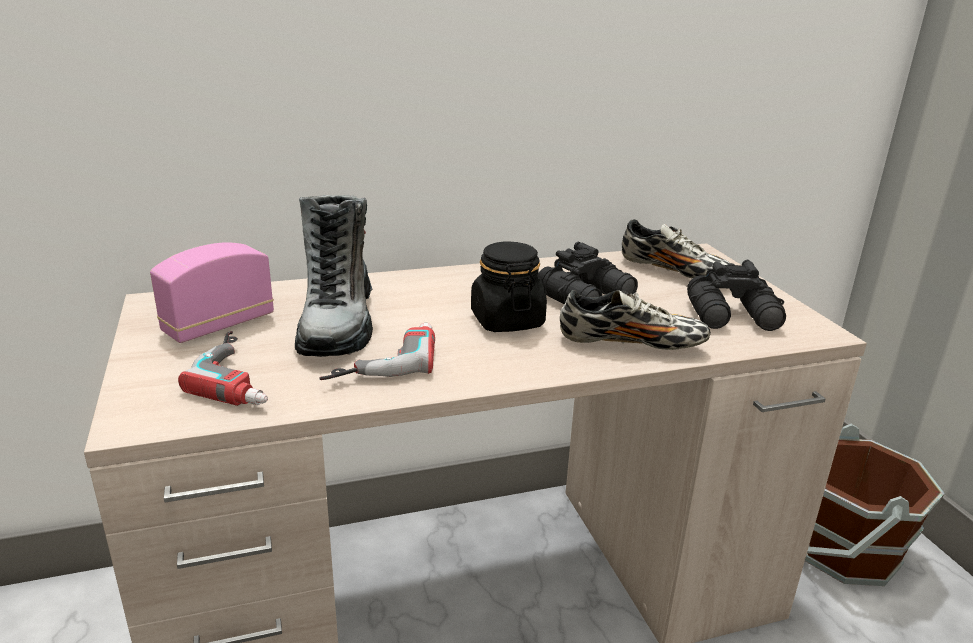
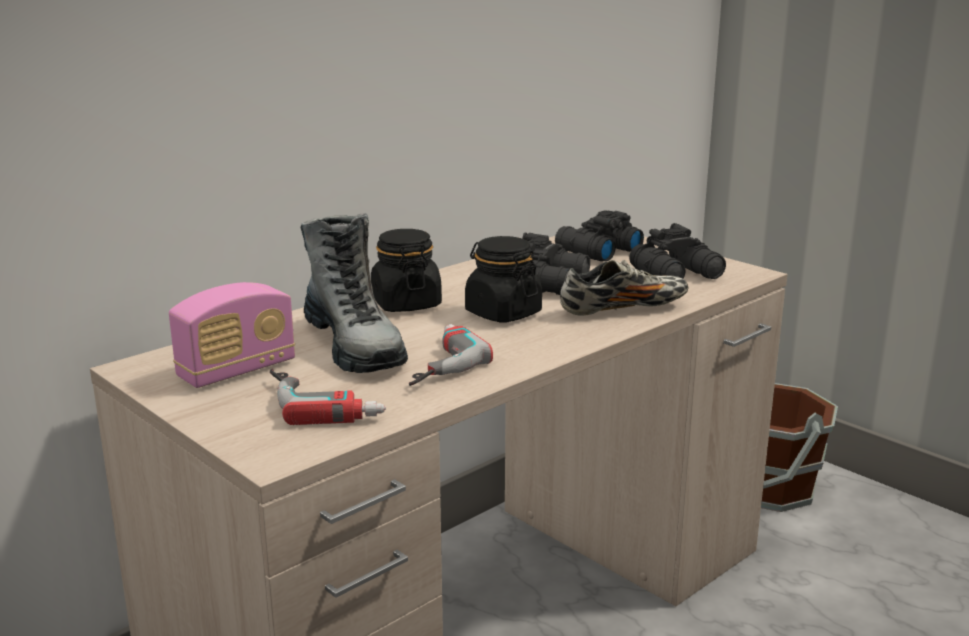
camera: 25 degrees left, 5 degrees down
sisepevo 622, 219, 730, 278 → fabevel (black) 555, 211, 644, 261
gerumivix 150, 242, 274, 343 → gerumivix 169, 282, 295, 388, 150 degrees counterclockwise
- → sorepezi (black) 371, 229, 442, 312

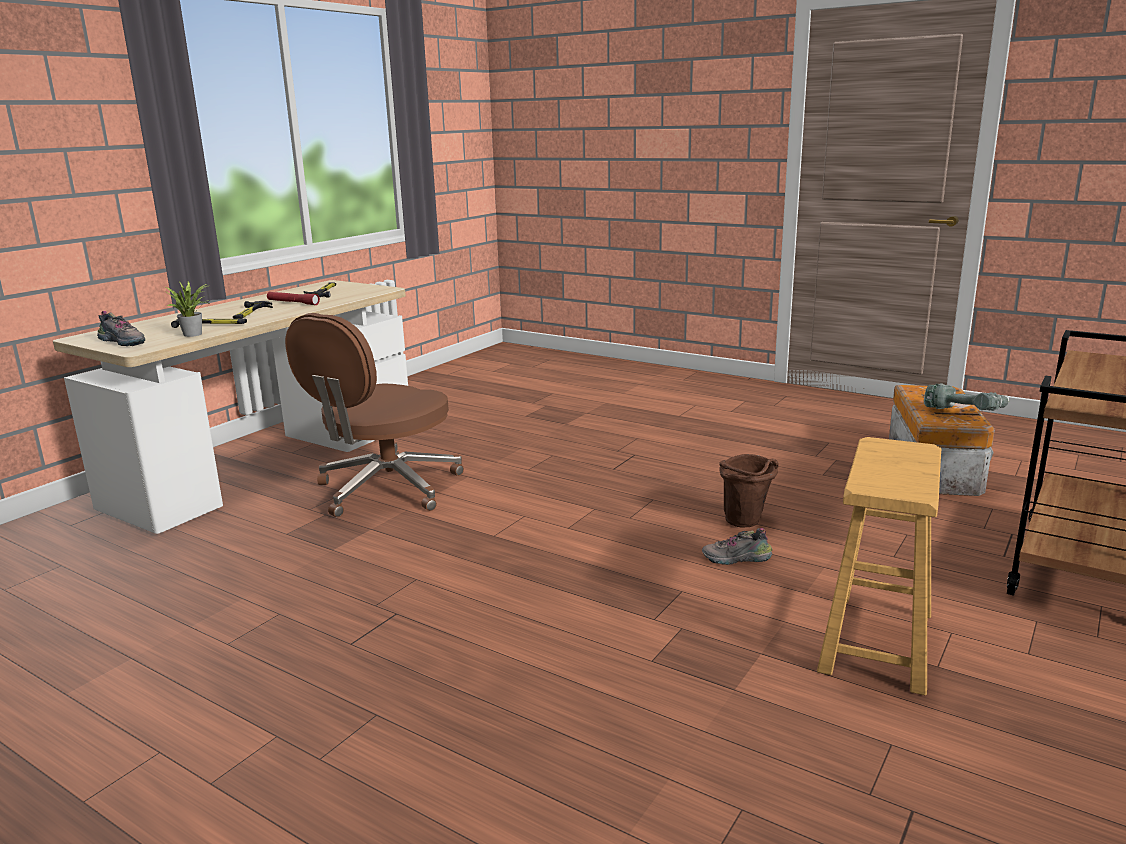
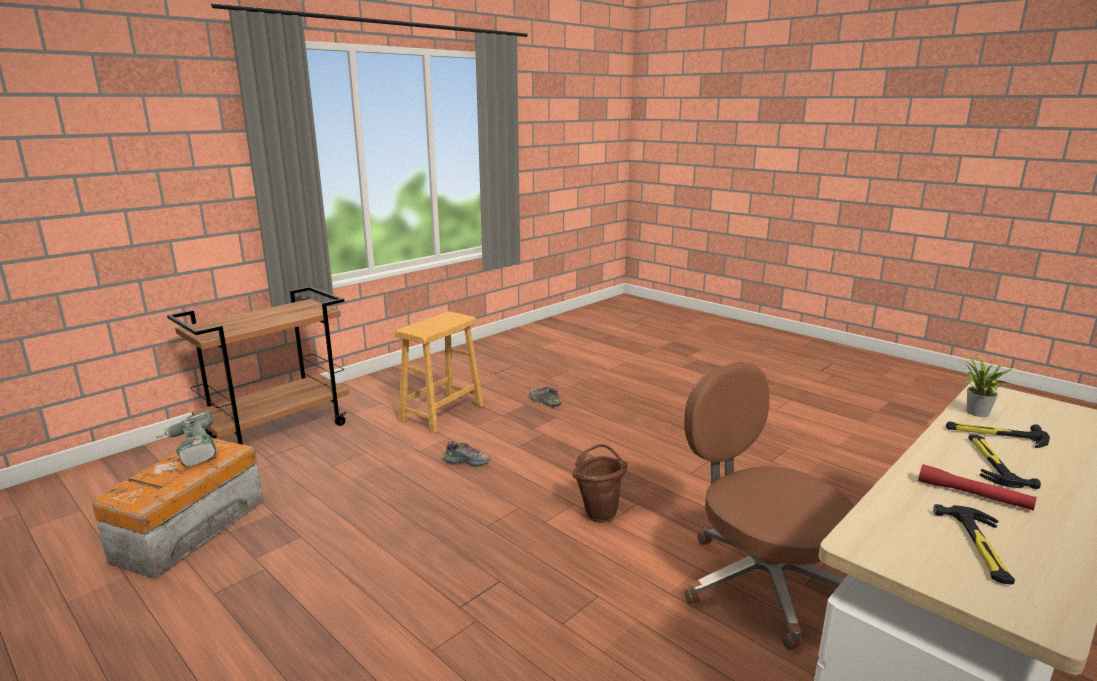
camera: 170 degrees left, 0 degrees up
sisepevo 97, 311, 146, 346 → sisepevo 529, 387, 562, 407, relocated
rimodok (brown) 285, 313, 464, 517 → rimodok (brown) 685, 362, 854, 650, 75 degrees counterclockwise
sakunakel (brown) 719, 454, 779, 527 → sakunakel (brown) 572, 444, 628, 523, relocated

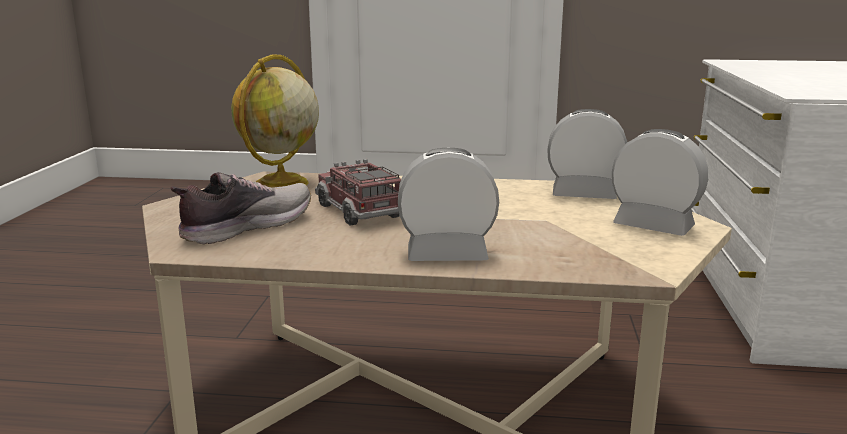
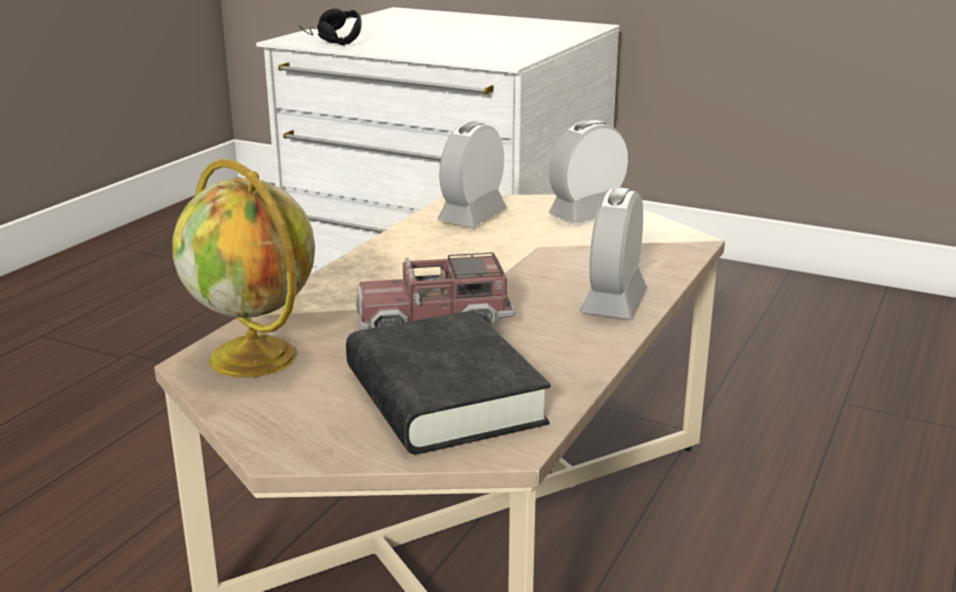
camera: 70 degrees left, 5 degrees up
sisepevo 170, 172, 311, 244 → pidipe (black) 346, 310, 551, 455
- → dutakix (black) 300, 9, 361, 46

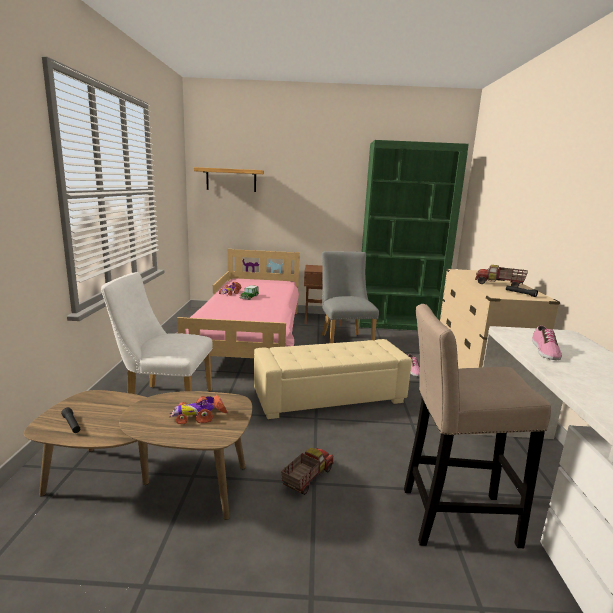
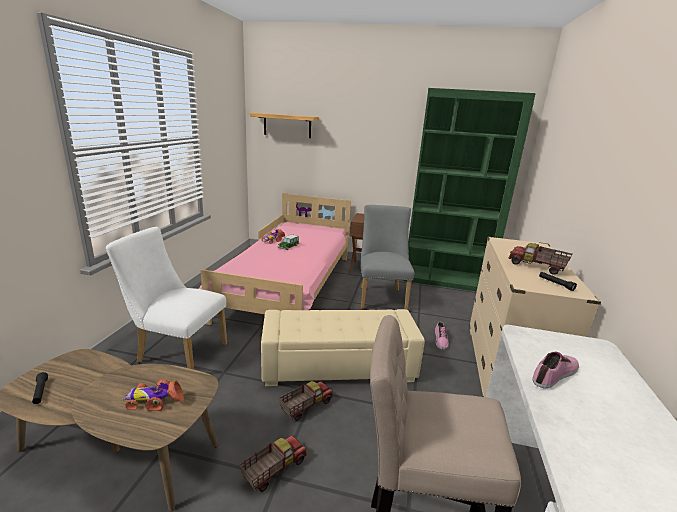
camera: 10 degrees right, 5 degrees up
sisepevo 532, 325, 562, 360 → sisepevo 532, 351, 579, 389, 150 degrees counterclockwise
- → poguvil 279, 381, 333, 421

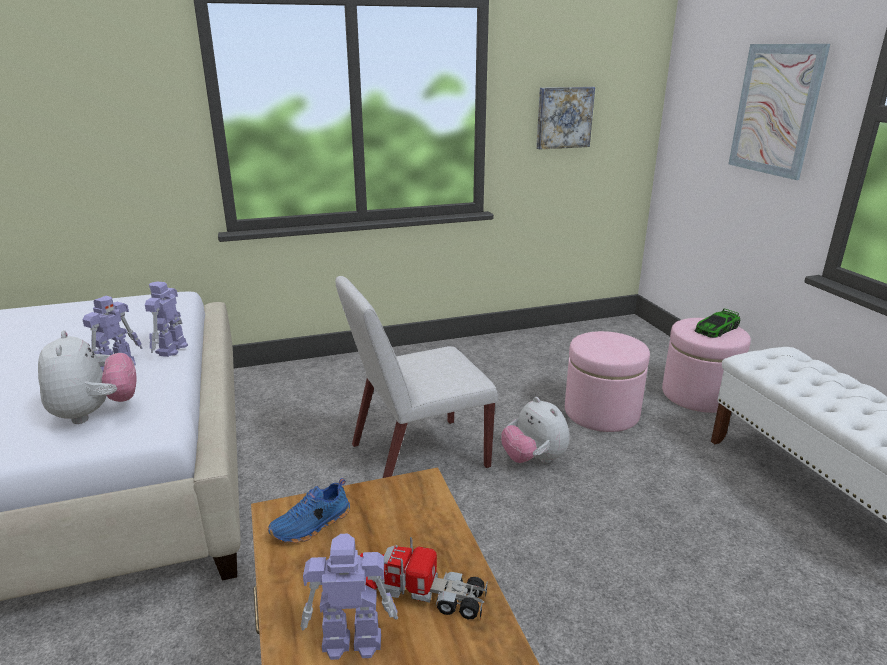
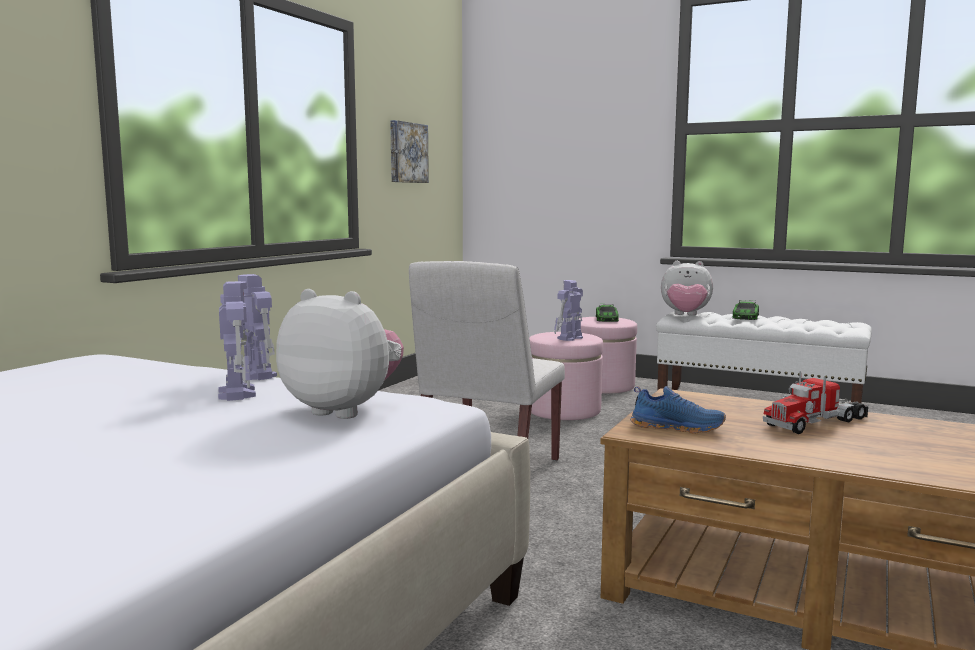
camera: 45 degrees left, 15 degrees down
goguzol 729, 44, 830, 180 → -
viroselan 501, 397, 569, 463 → viroselan 661, 261, 713, 315, relocated
sisepevo (blue) 268, 478, 350, 543 → sisepevo (blue) 630, 386, 726, 433, 75 degrees counterclockwise
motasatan 300, 534, 398, 660 → motasatan 554, 280, 583, 341, relocated
- → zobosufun 732, 300, 759, 320

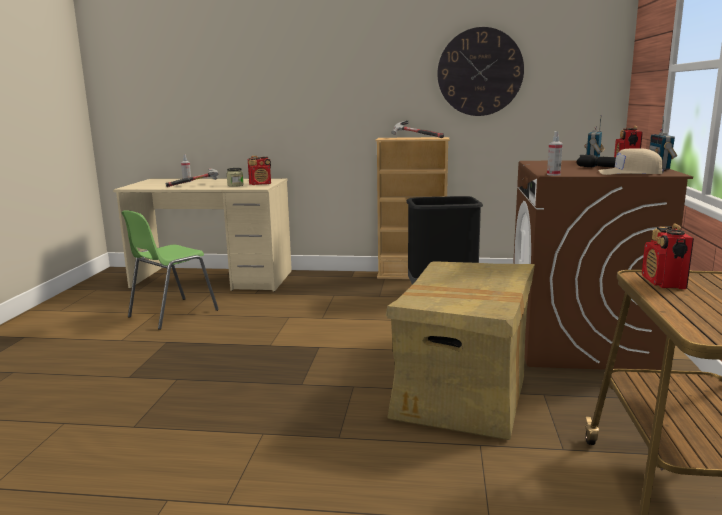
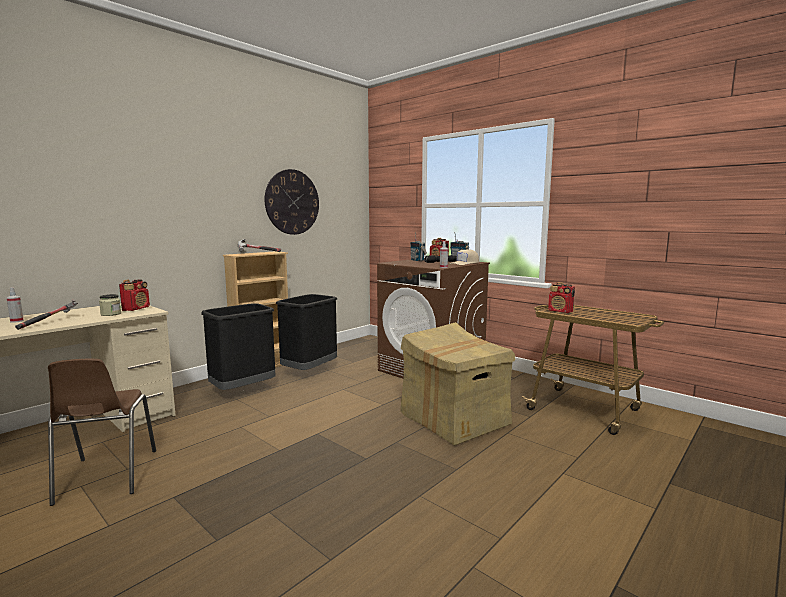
camera: 55 degrees left, 5 degrees down
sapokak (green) 121, 210, 219, 330 → sapokak (brown) 48, 359, 156, 506
- → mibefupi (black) 201, 303, 276, 390

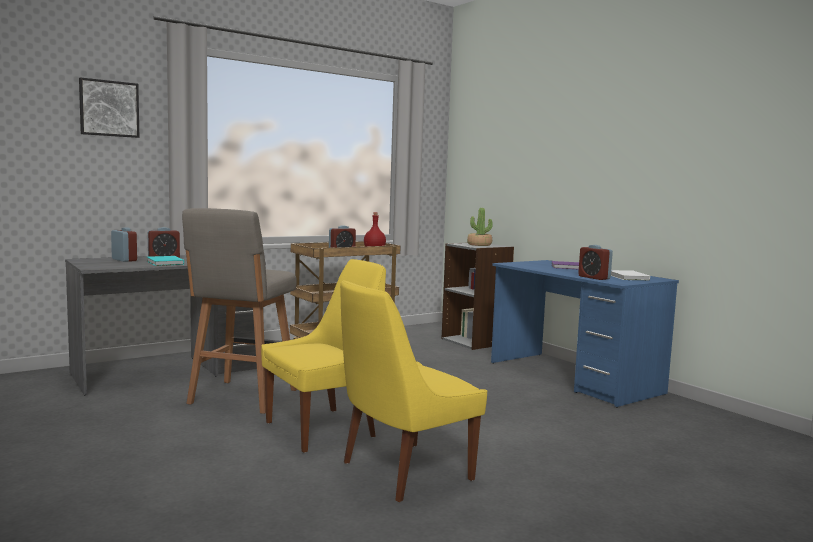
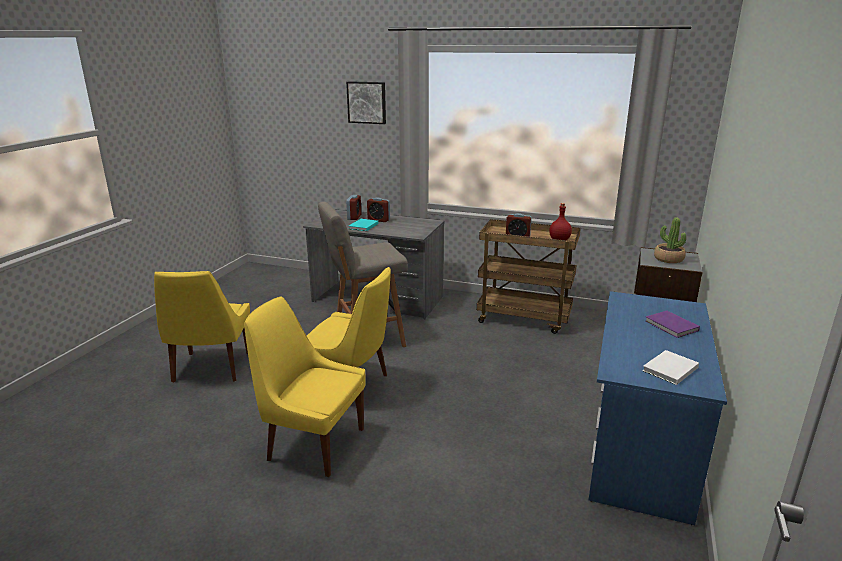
camera: 55 degrees right, 15 degrees up
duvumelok 578, 245, 613, 280 → -
- → sapokak (yellow) 154, 271, 250, 382

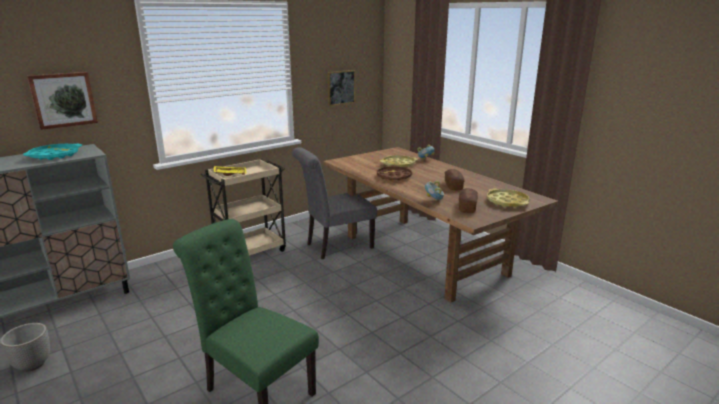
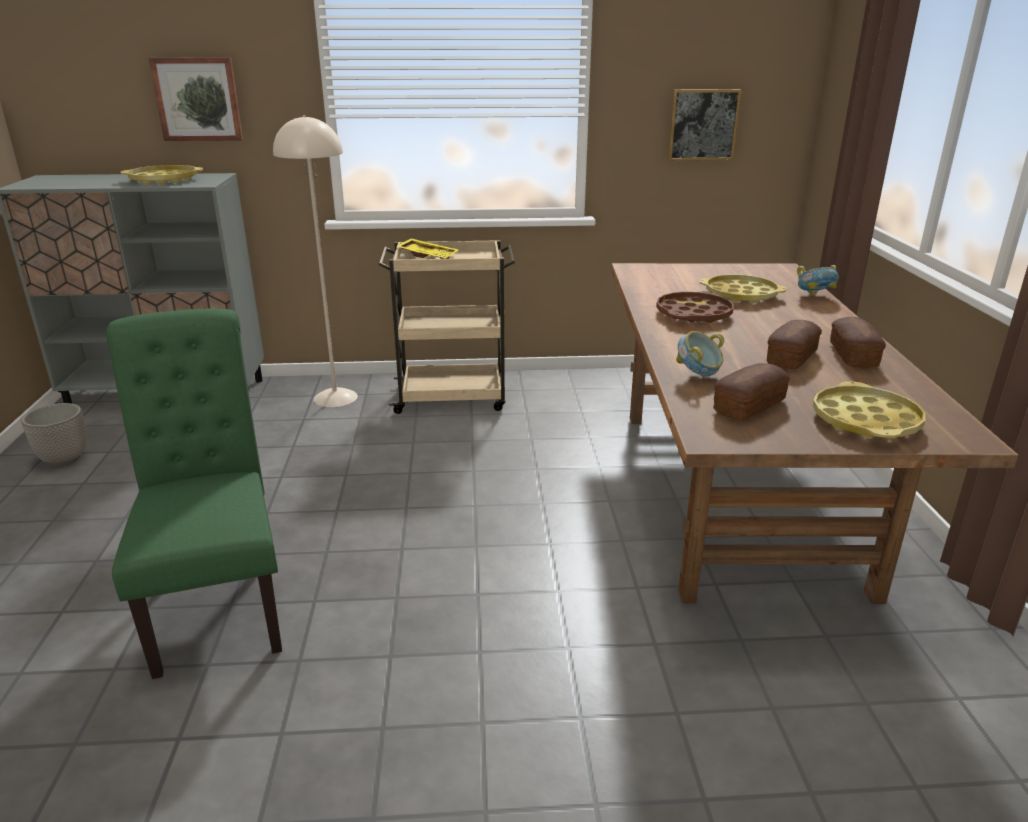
camera: 35 degrees right, 5 degrees up
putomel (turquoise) 23, 144, 82, 160 → putomel (yellow) 120, 165, 203, 184
sapokak (grey) 292, 147, 377, 259 → -
- → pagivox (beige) 273, 115, 358, 407
- → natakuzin 830, 317, 886, 368

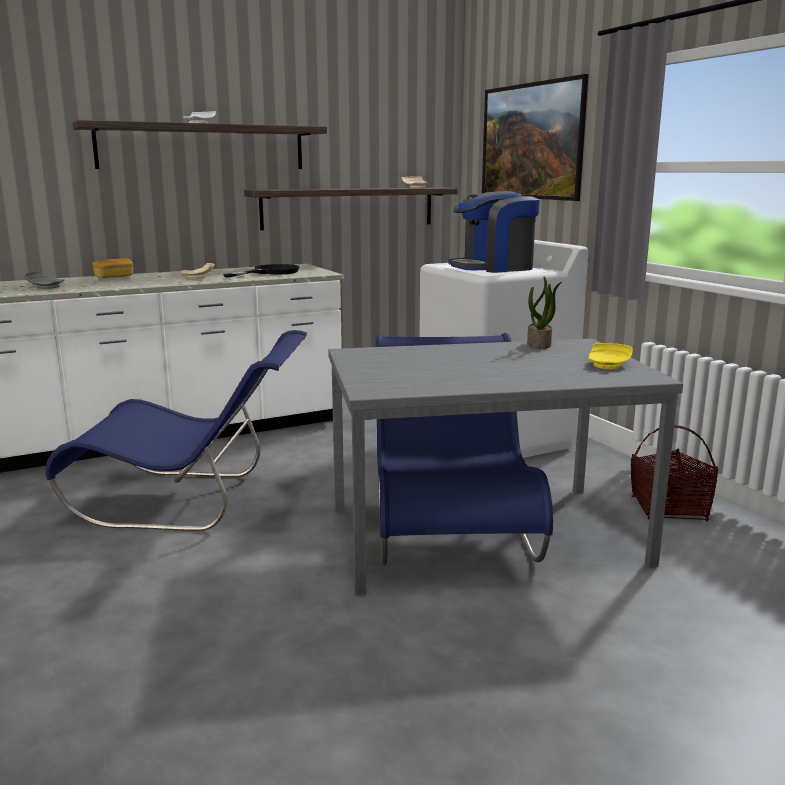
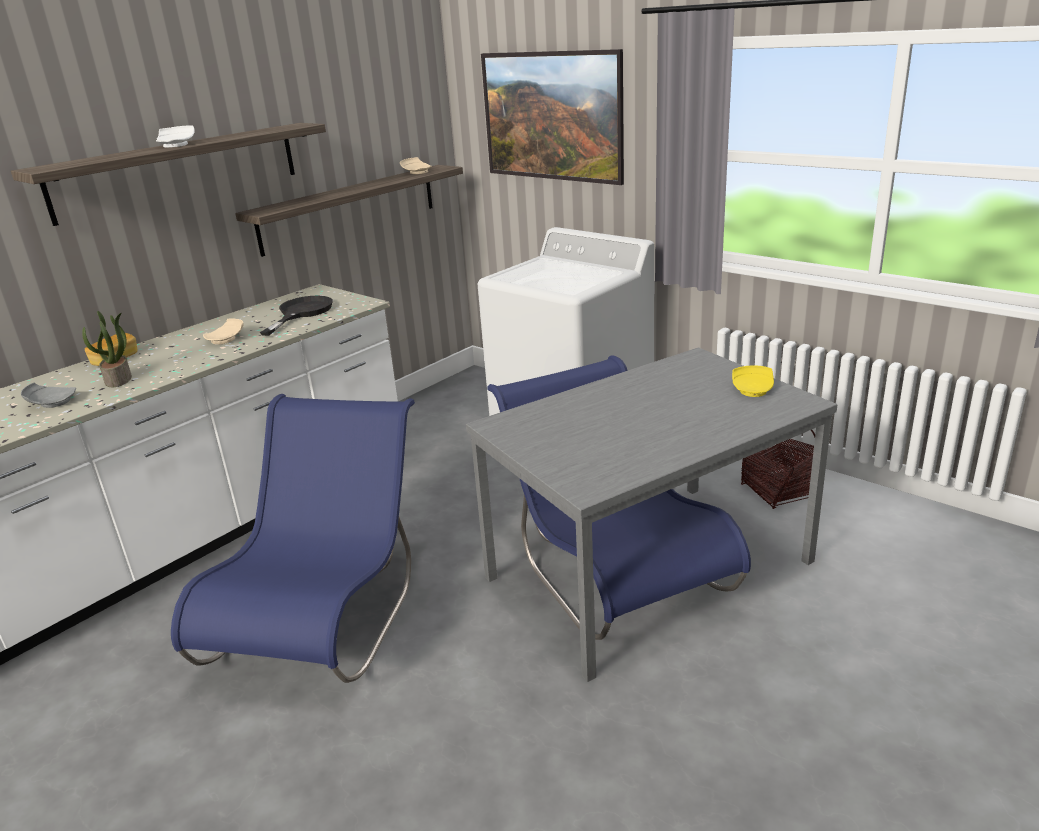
camera: 20 degrees left, 10 degrees up
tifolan 448, 191, 540, 273 → -
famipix 527, 276, 562, 349 → famipix 82, 311, 132, 387, relocated
sapokak (blue) 46, 330, 307, 531 → sapokak (blue) 171, 394, 415, 683, 60 degrees counterclockwise

